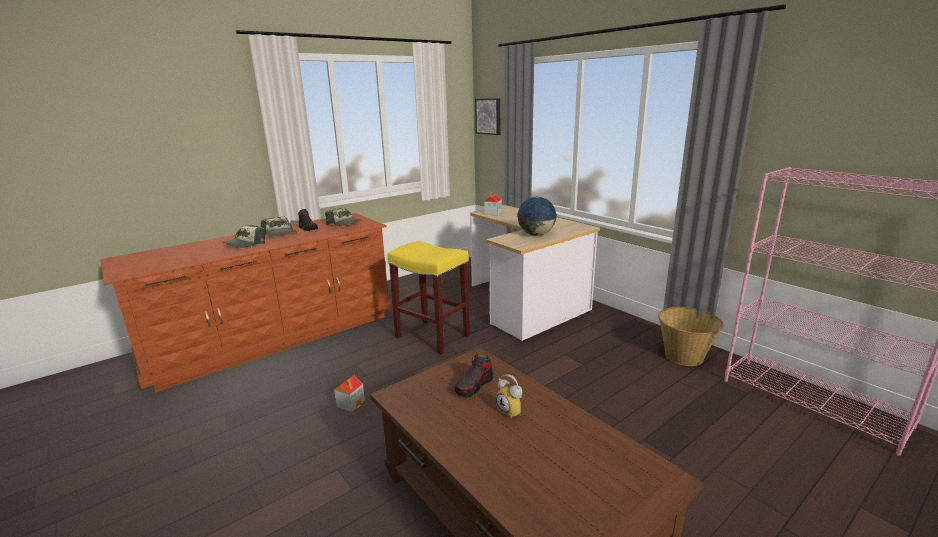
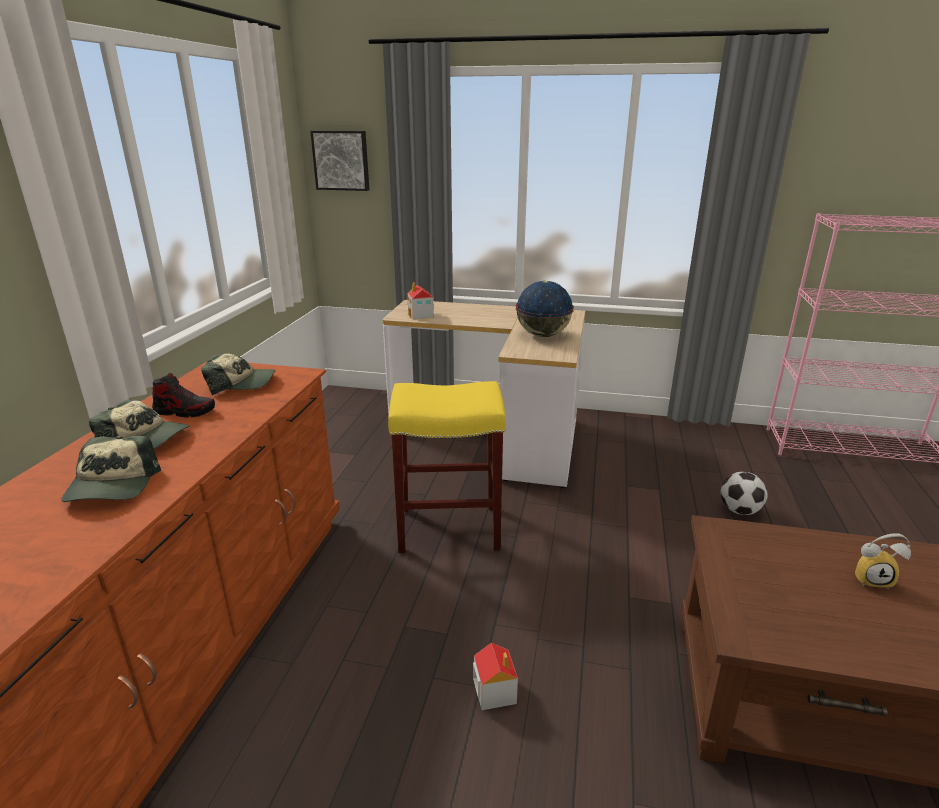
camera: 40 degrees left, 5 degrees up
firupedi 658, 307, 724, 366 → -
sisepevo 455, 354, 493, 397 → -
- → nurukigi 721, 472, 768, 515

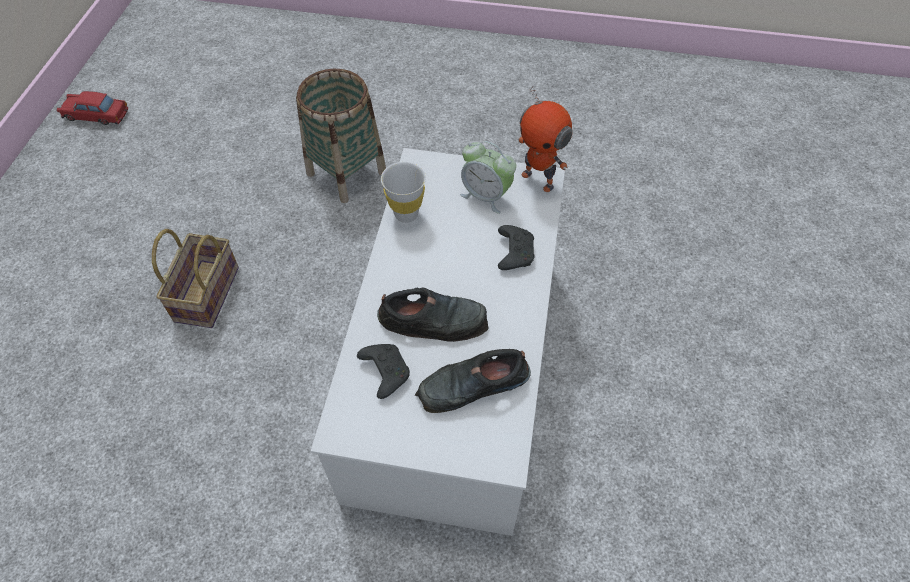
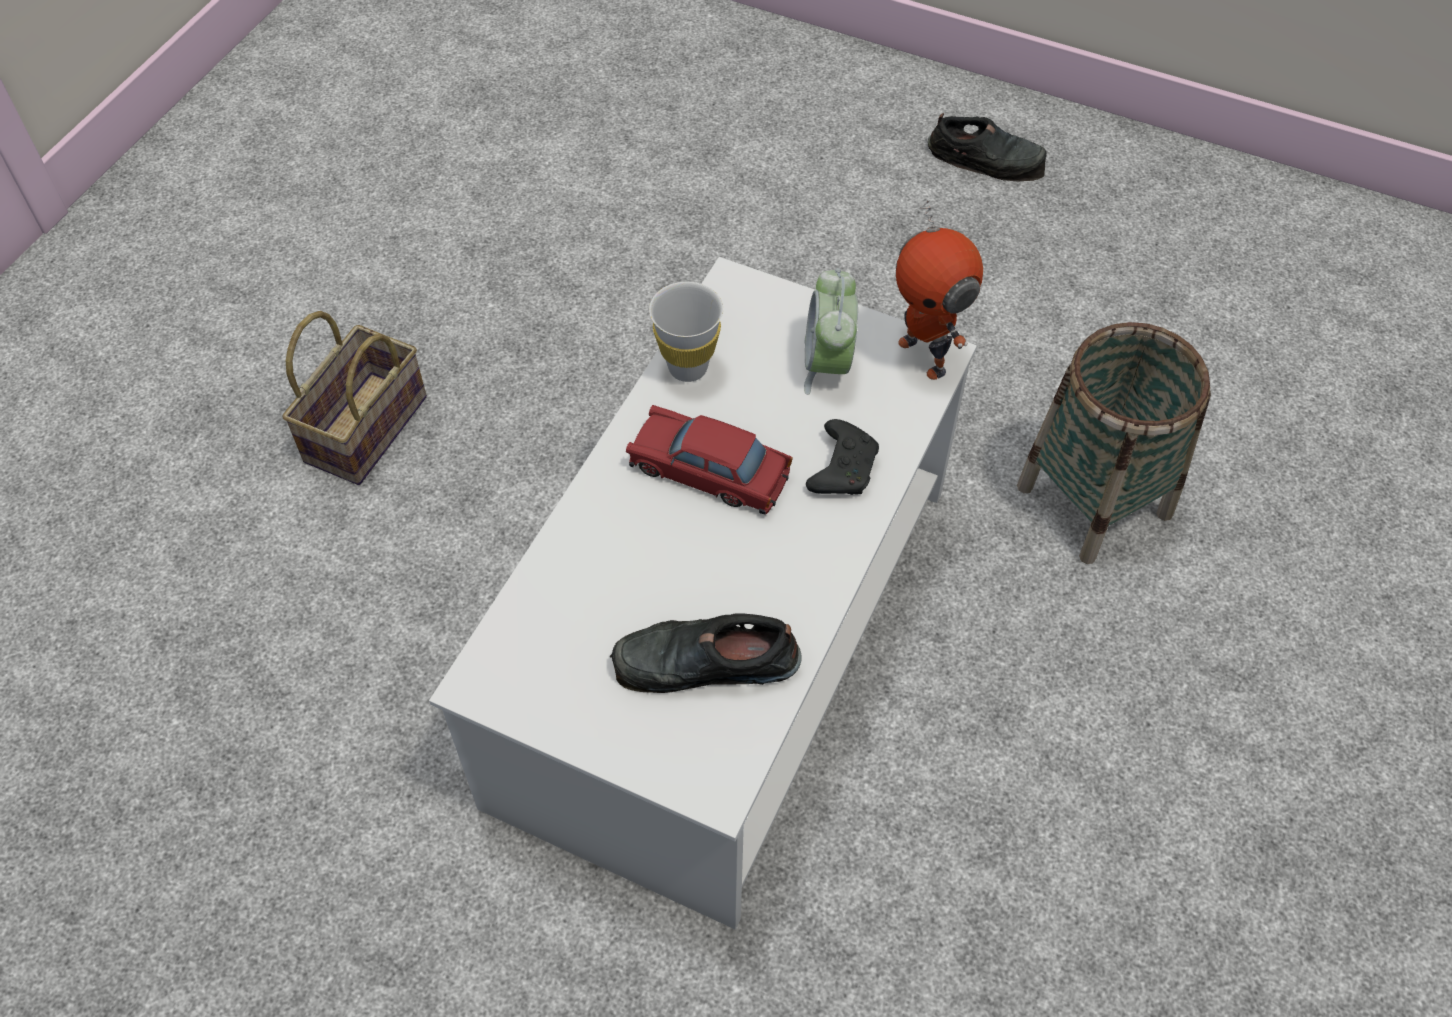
camera: 15 degrees right, 0 degrees up
firupedi 296, 69, 386, 203 → firupedi 1017, 322, 1211, 564, relocated
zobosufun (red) 57, 91, 128, 125 → zobosufun (red) 626, 405, 793, 515, relocated
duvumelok 460, 141, 516, 214 → duvumelok 804, 268, 858, 395, 45 degrees clockwise
sisepevo (black) 377, 287, 489, 342 → sisepevo (black) 928, 113, 1047, 182, relocated
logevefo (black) 357, 344, 410, 399 → -

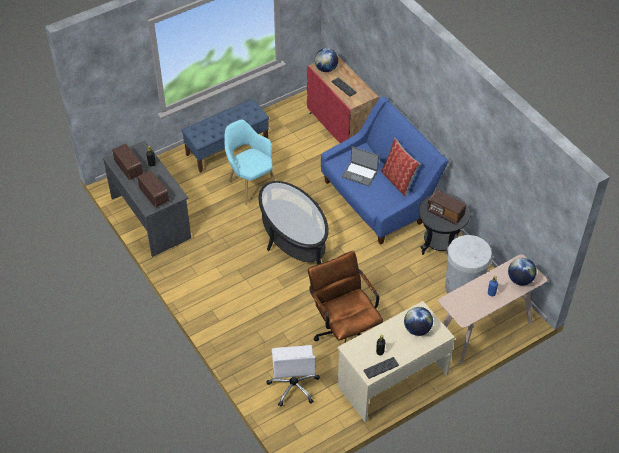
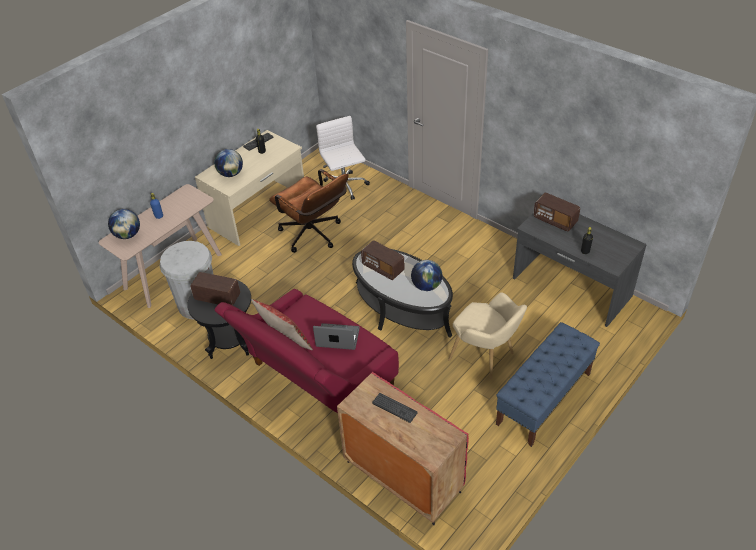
camera: 165 degrees right, 5 degrees down
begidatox 314, 48, 338, 72 → begidatox 411, 260, 443, 291, relocated
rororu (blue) 321, 97, 449, 245 → rororu (red) 215, 289, 399, 413
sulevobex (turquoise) 224, 120, 275, 205 → sulevobex (beige) 448, 292, 527, 379
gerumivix 112, 144, 143, 180 → gerumivix 361, 240, 405, 280, relocated

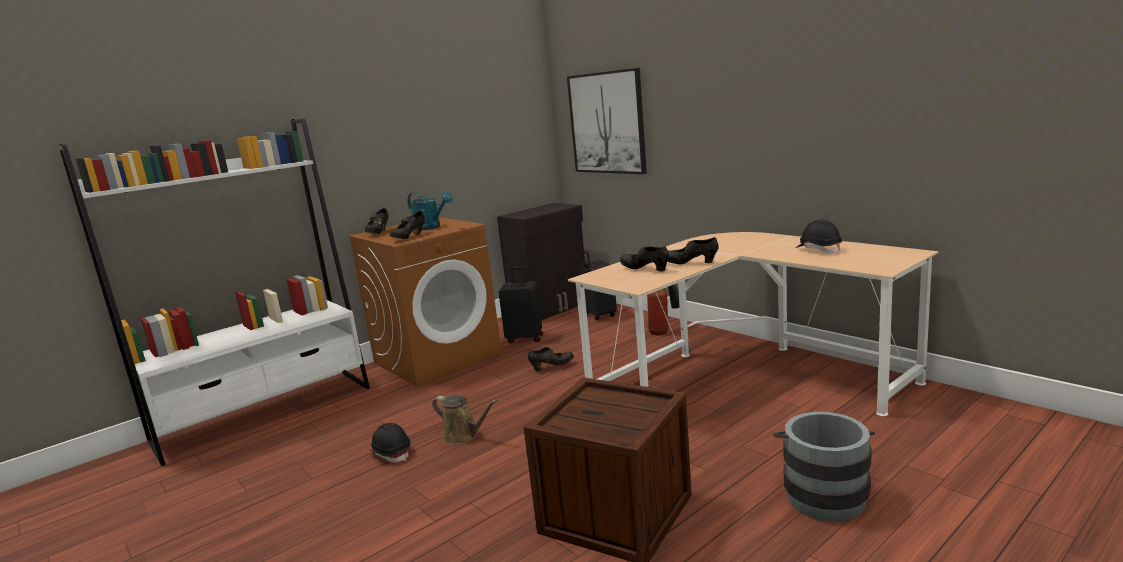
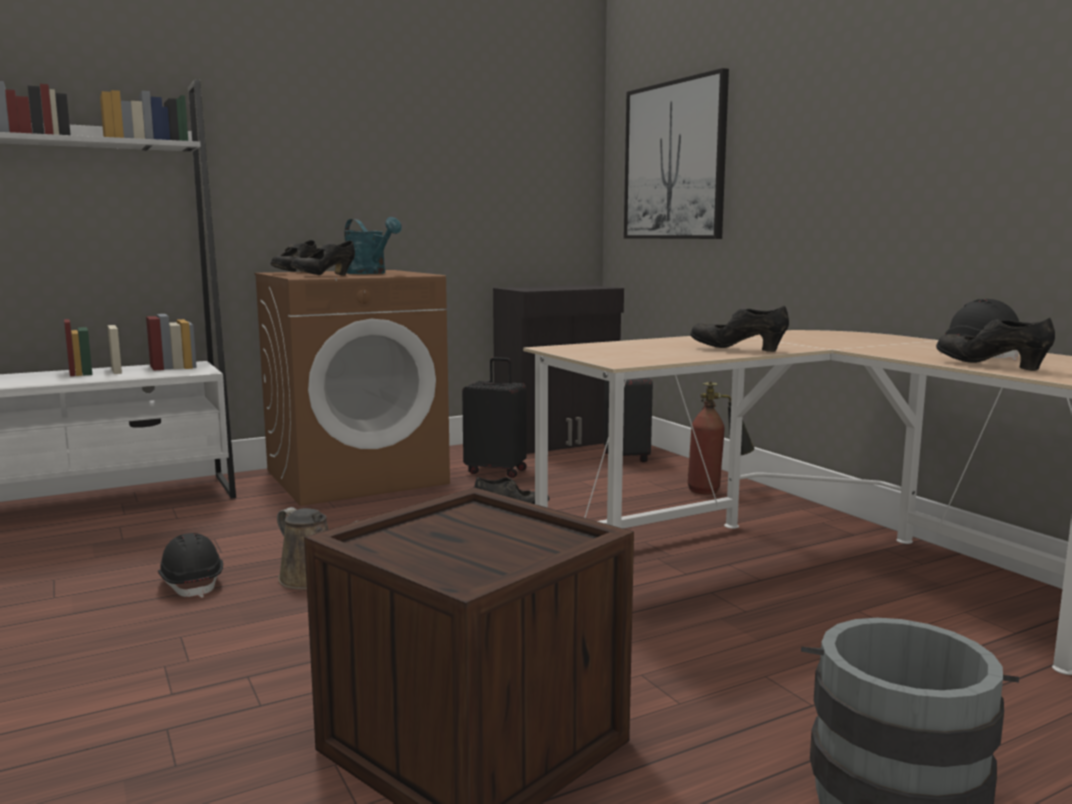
camera: 10 degrees right, 5 degrees down
sisepevo (black) 620, 246, 669, 272 → sisepevo (black) 936, 318, 1055, 371, relocated

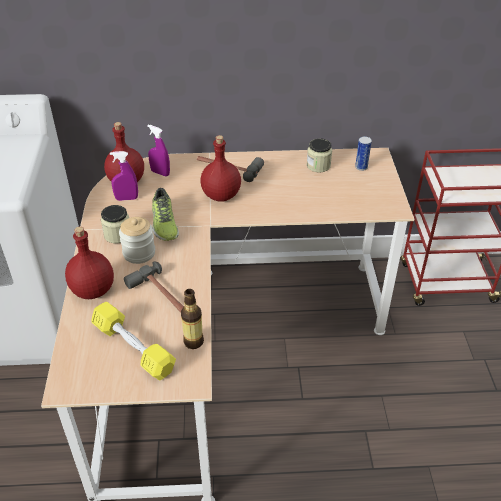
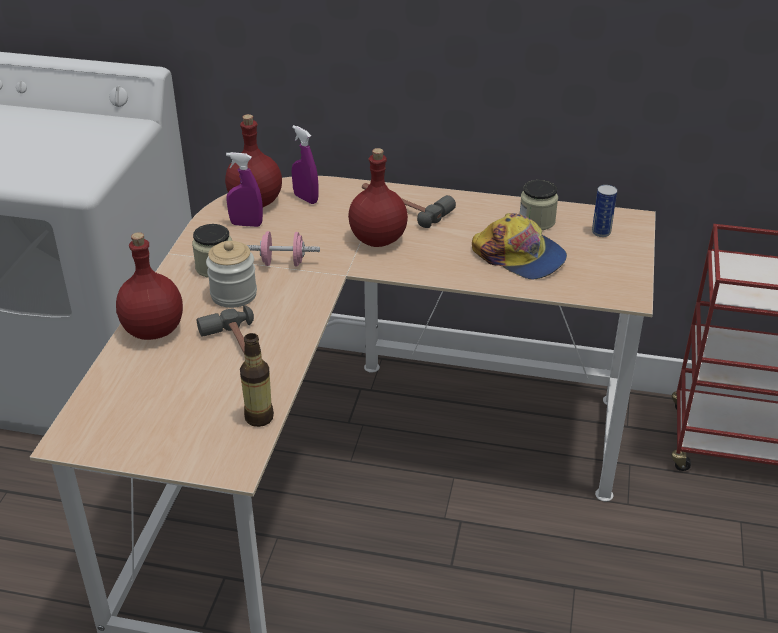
camera: 15 degrees right, 5 degrees down
sisepevo 152, 188, 179, 241 → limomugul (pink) 247, 231, 320, 267
limomugul (yellow) 91, 302, 176, 381 → -
- → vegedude 472, 213, 567, 279

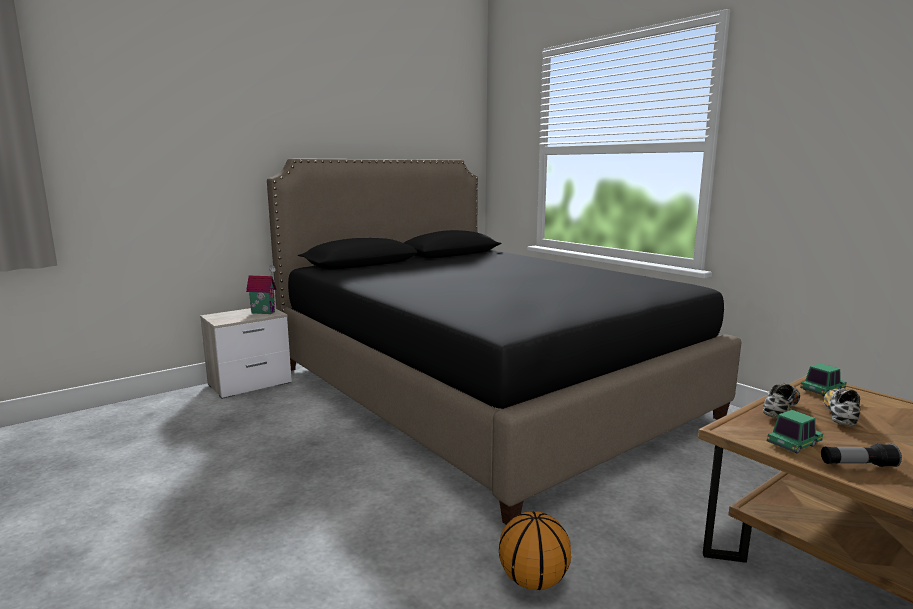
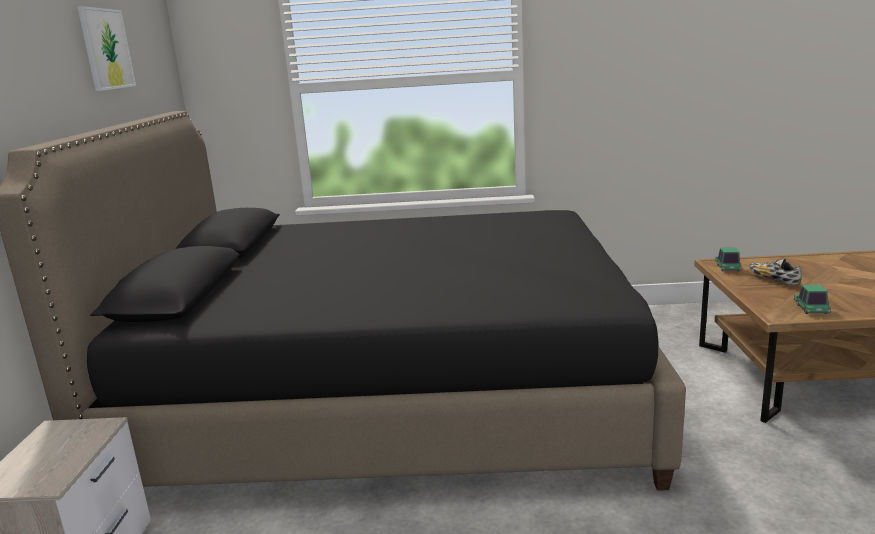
camera: 50 degrees left, 5 degrees up
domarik 246, 265, 277, 314 → -
sisepevo 763, 383, 800, 419 → -
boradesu 821, 444, 902, 467 → -
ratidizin 499, 511, 571, 590 → -
- → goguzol 77, 6, 136, 91

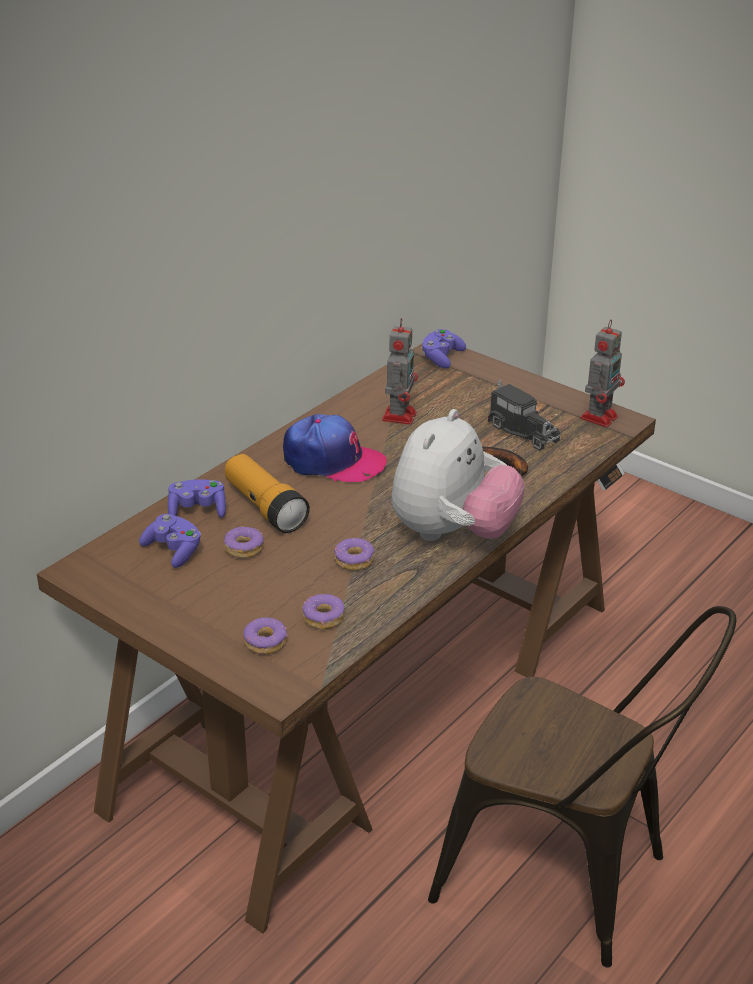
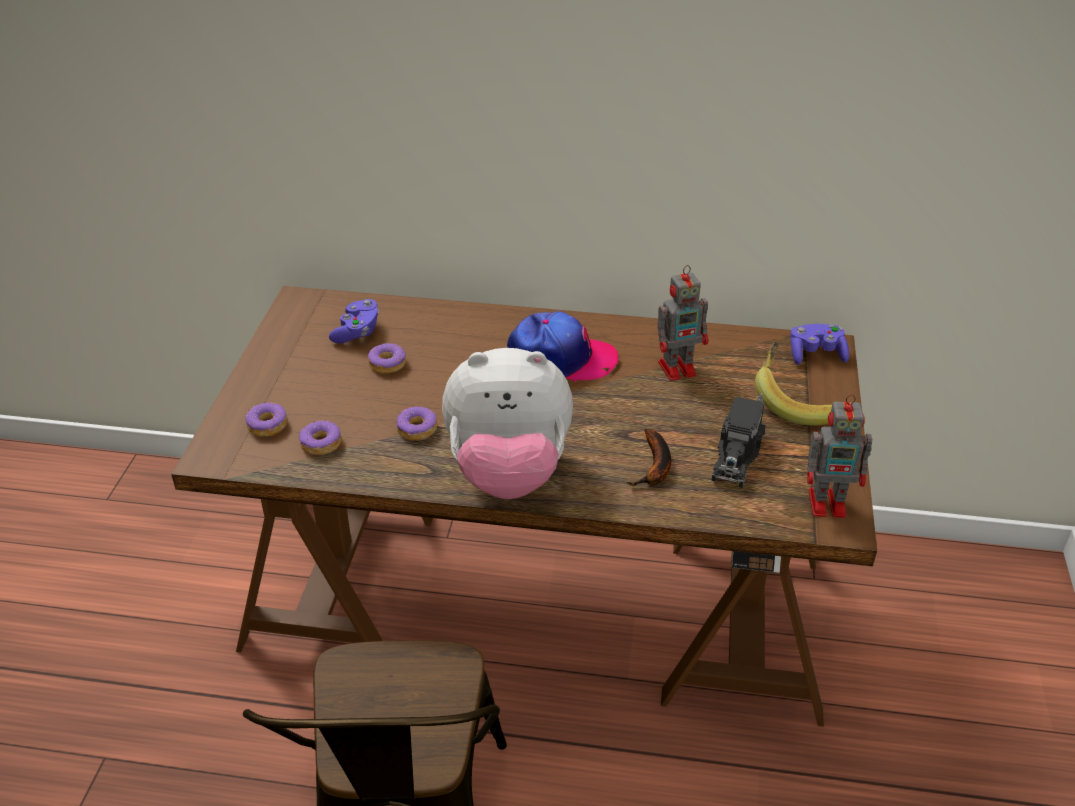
camera: 60 degrees right, 5 degrees up
vegedude 283, 414, 387, 482 → vegedude 507, 311, 618, 382, 75 degrees counterclockwise
boradesu 225, 454, 310, 533 → -
logevefo (purple) 168, 479, 226, 518 → -
- → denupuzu 755, 342, 832, 426

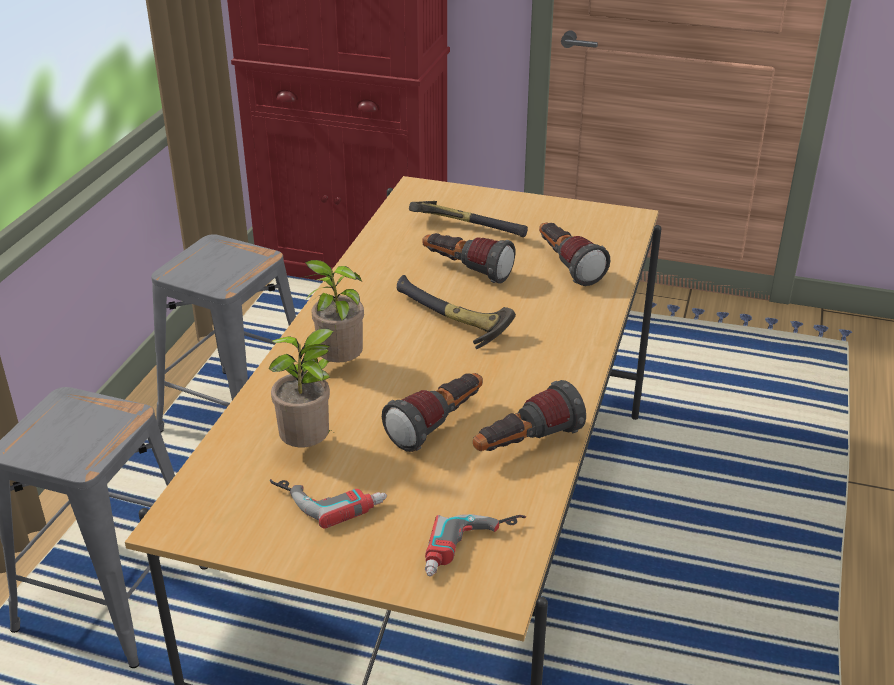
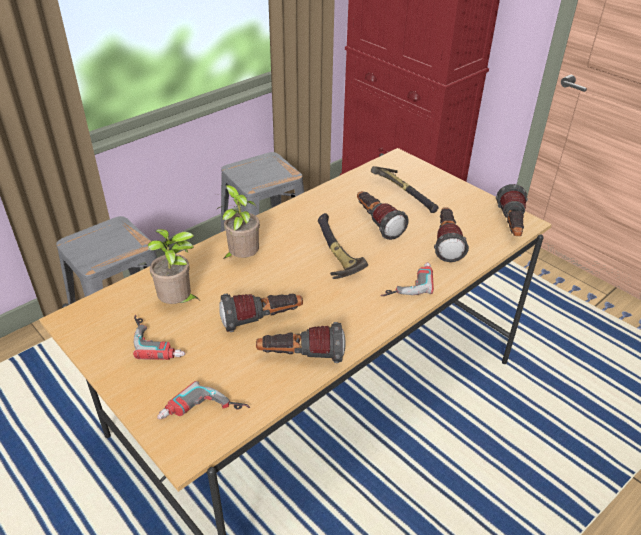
camera: 30 degrees right, 5 degrees up
- → boradesu 496, 184, 528, 236
- → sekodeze 381, 262, 434, 296

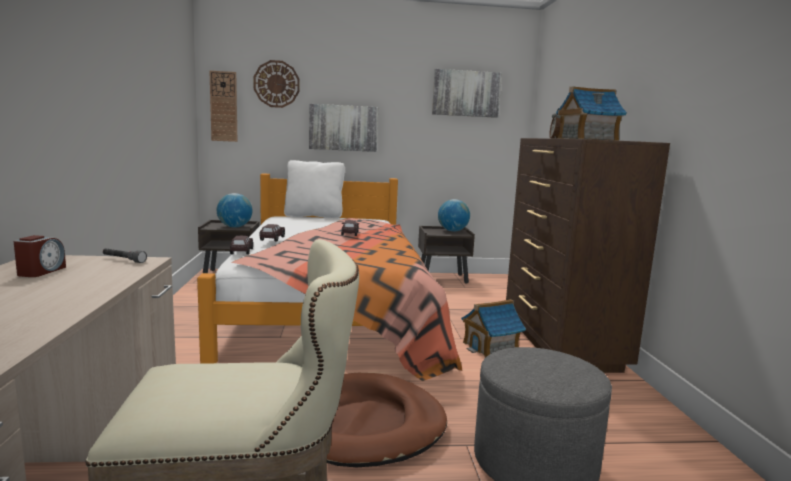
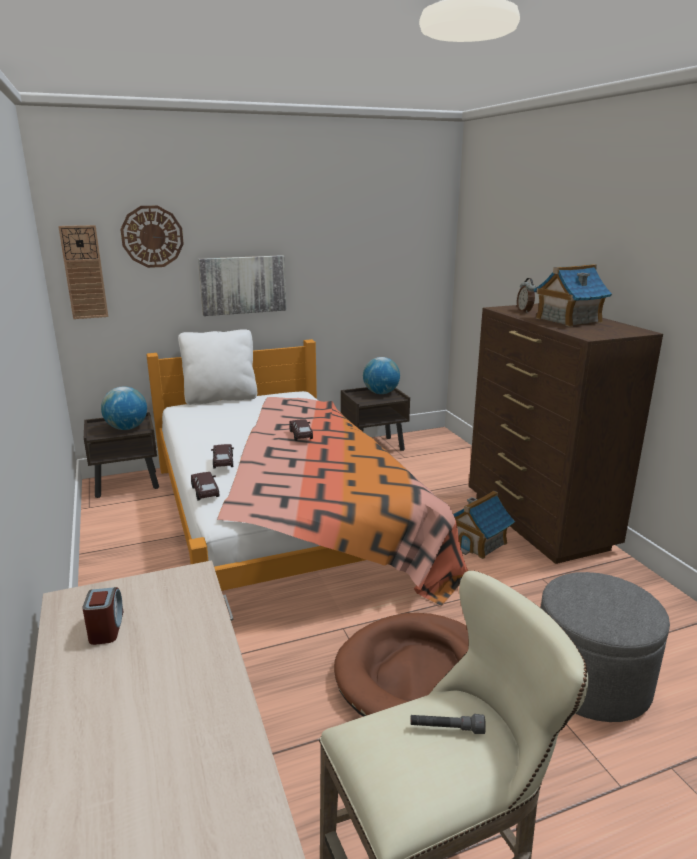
camera: 15 degrees left, 10 degrees up
goguzol 432, 69, 502, 118 → -
boradesu (grey) 103, 248, 147, 263 → boradesu (grey) 410, 714, 486, 734, relocated

